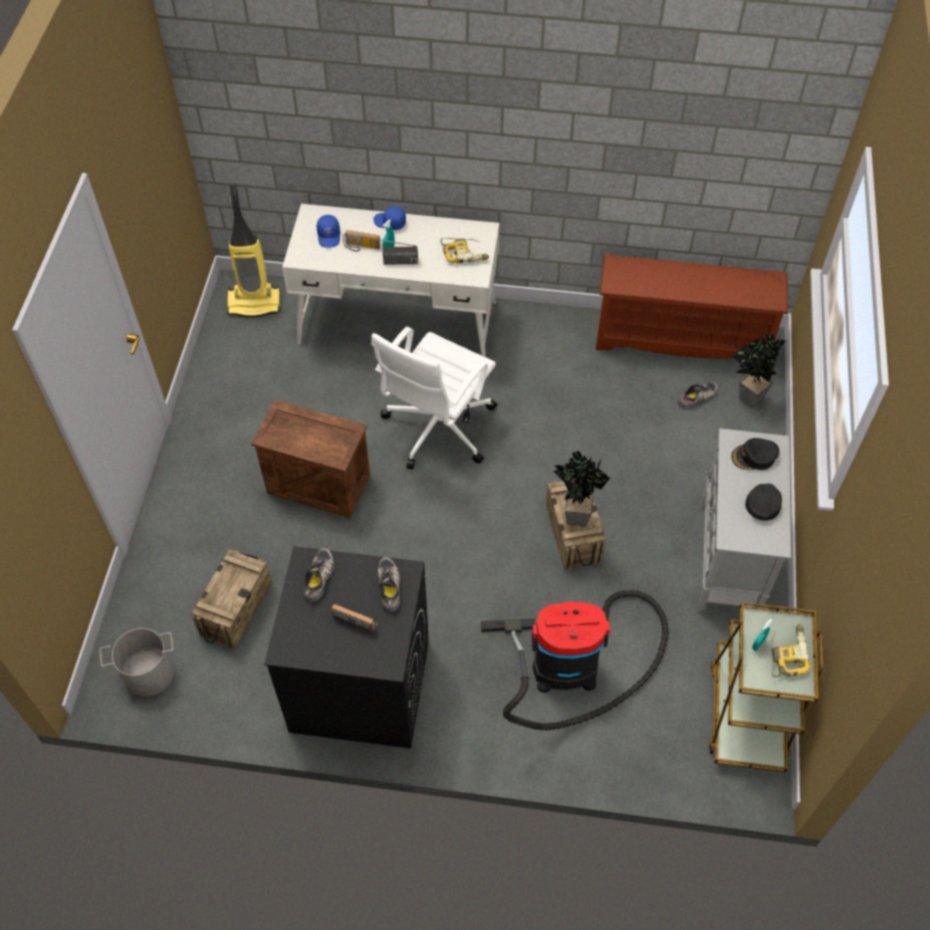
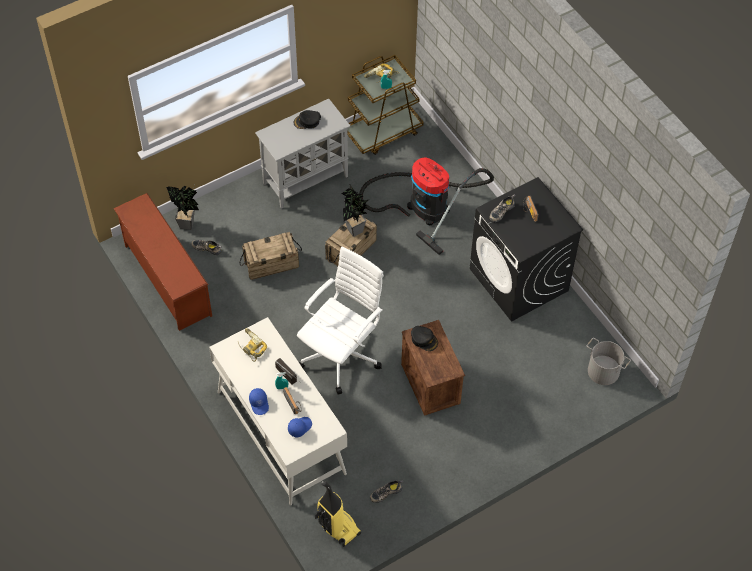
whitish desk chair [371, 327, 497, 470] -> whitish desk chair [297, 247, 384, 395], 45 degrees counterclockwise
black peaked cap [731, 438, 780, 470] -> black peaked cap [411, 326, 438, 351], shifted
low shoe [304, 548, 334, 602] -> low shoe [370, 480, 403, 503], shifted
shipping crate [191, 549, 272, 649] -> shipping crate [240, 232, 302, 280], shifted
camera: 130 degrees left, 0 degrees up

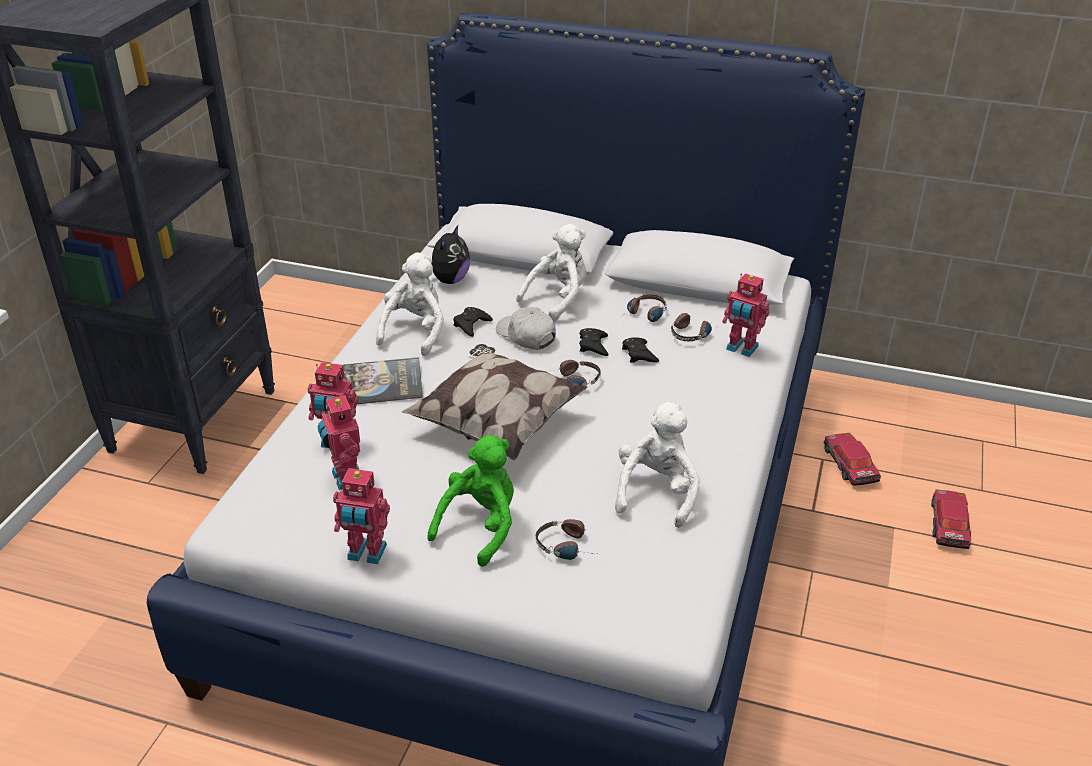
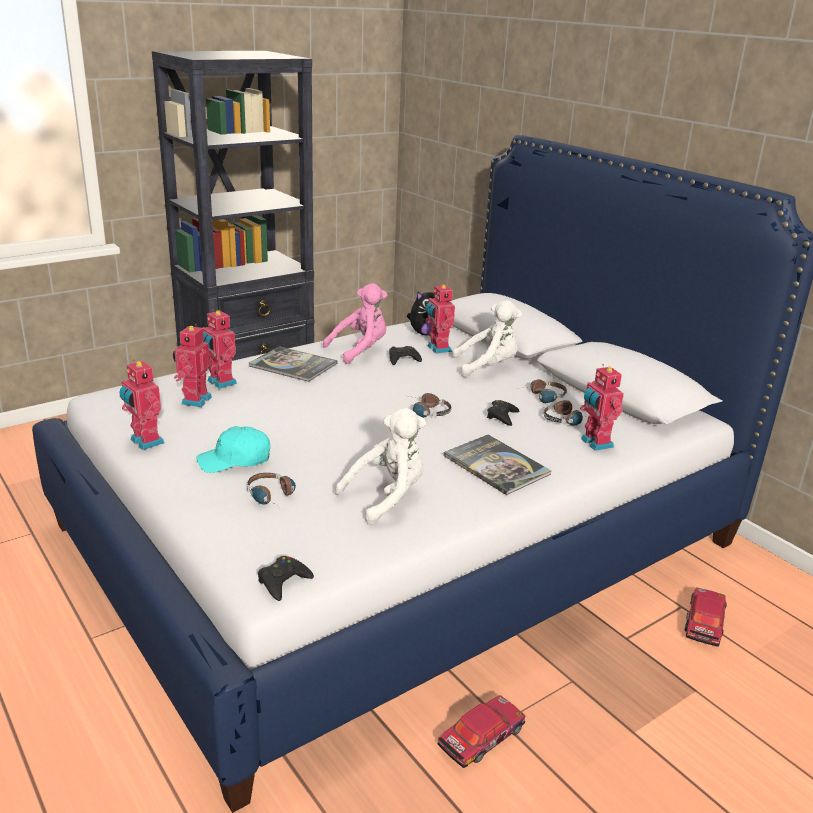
whitish cuddly toy [376, 252, 444, 356] -> pinkish cuddly toy [323, 283, 387, 364]
whitish peaked cap [496, 307, 556, 350] -> none
black joypad [579, 328, 609, 356] -> black joypad [258, 556, 314, 601], shifted
pillow [402, 344, 588, 460] -> none
greenish cuddly toy [427, 435, 514, 567] -> blue-green peaked cap [197, 426, 270, 473]
model car [931, 489, 971, 549] -> model car [438, 695, 526, 768], shifted
none -> robot figure [425, 283, 455, 354]
none -> book [443, 435, 552, 495]
camera: 35 degrees right, 10 degrees down

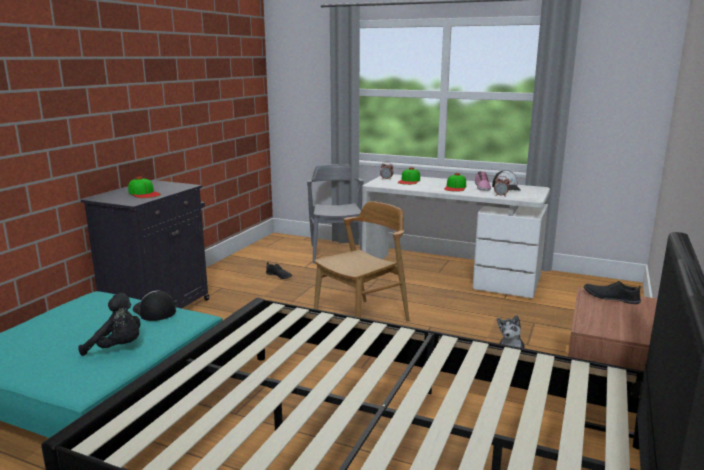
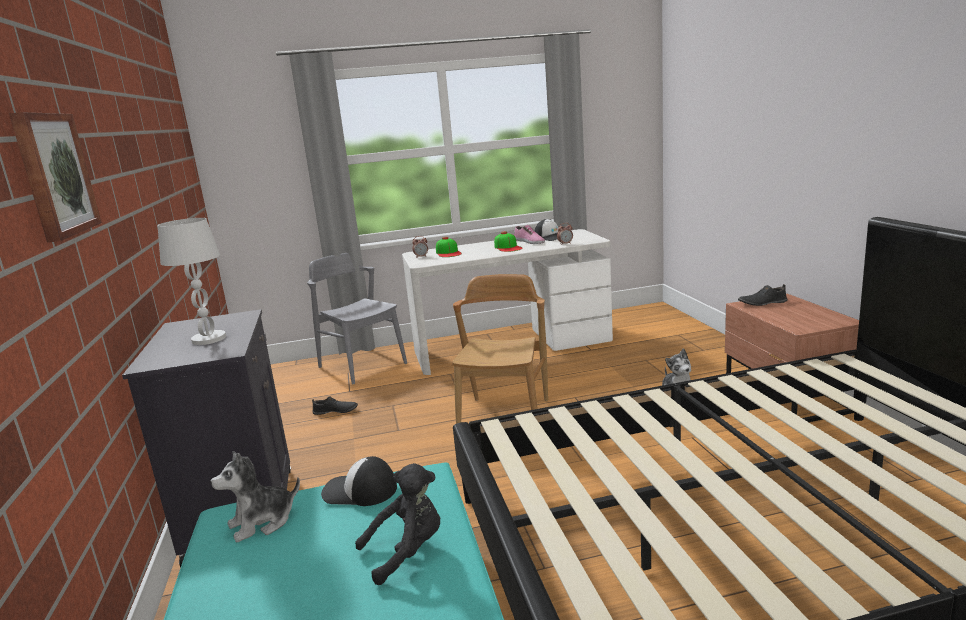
peaked cap [128, 177, 161, 198] -> whitish lamp for a table [158, 218, 226, 345]
none -> wall picture [9, 112, 102, 243]
none -> cuddly toy [210, 451, 300, 542]
camera: 35 degrees left, 0 degrees up

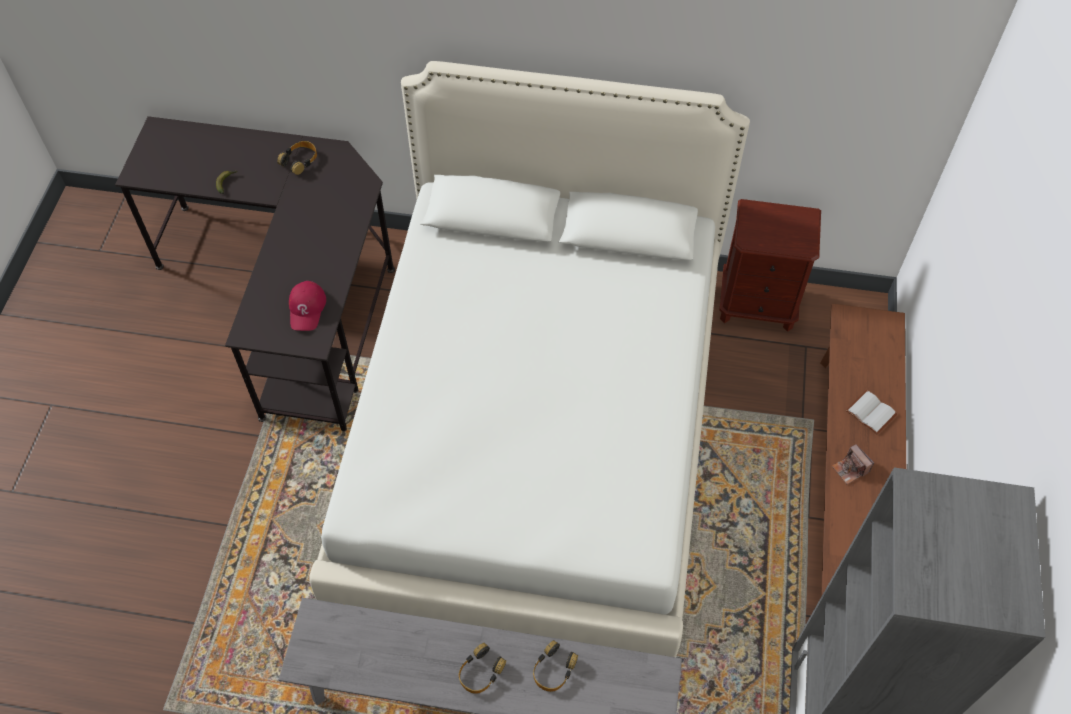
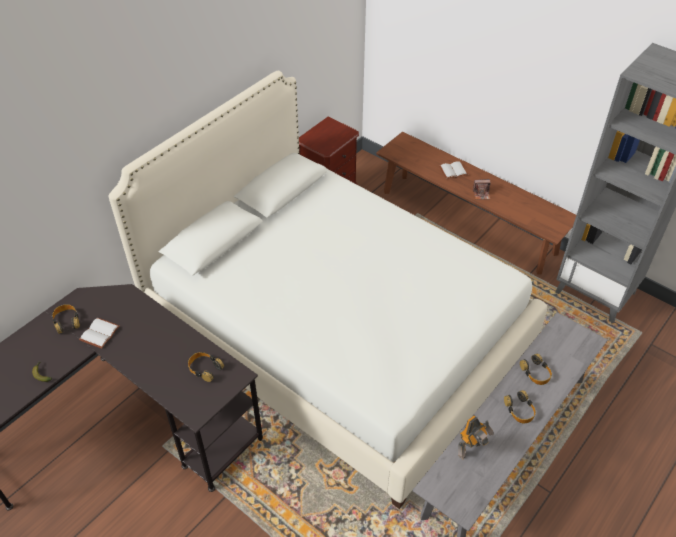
reddish peaked cap [289, 281, 326, 331] -> pair of headphones [188, 352, 224, 382]
none -> whitish book [79, 318, 120, 349]
none -> robot figure [458, 416, 494, 459]
camera: 60 degrees left, 10 degrees down

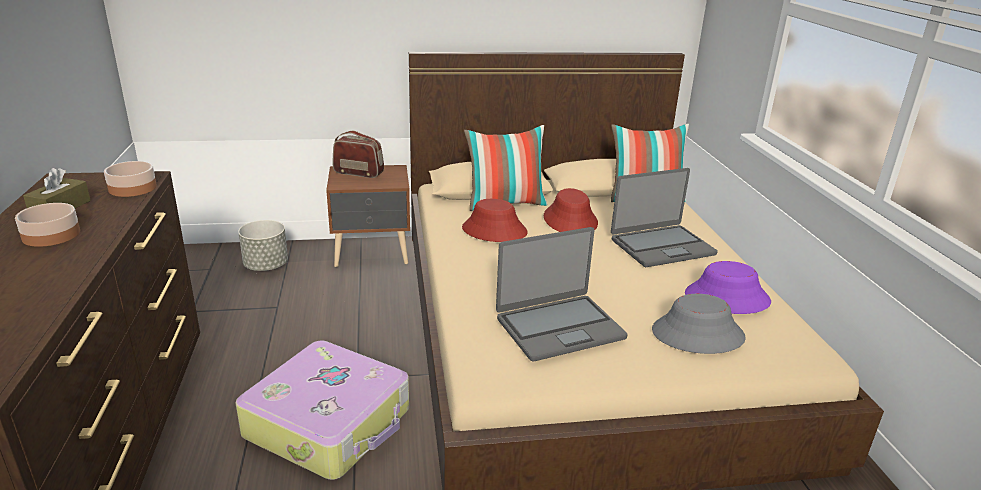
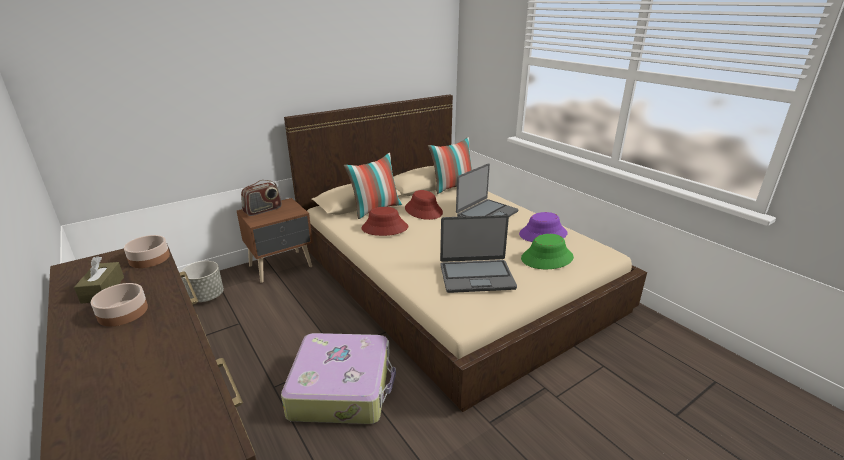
radio [333, 131, 384, 178] -> radio [241, 180, 282, 216], 150 degrees clockwise
notebook computer [496, 227, 627, 361] -> notebook computer [440, 215, 517, 293], 45 degrees clockwise
grey clothing hat [652, 294, 746, 354] -> greenish clothing hat [521, 234, 574, 269]
camera: 25 degrees left, 0 degrees up

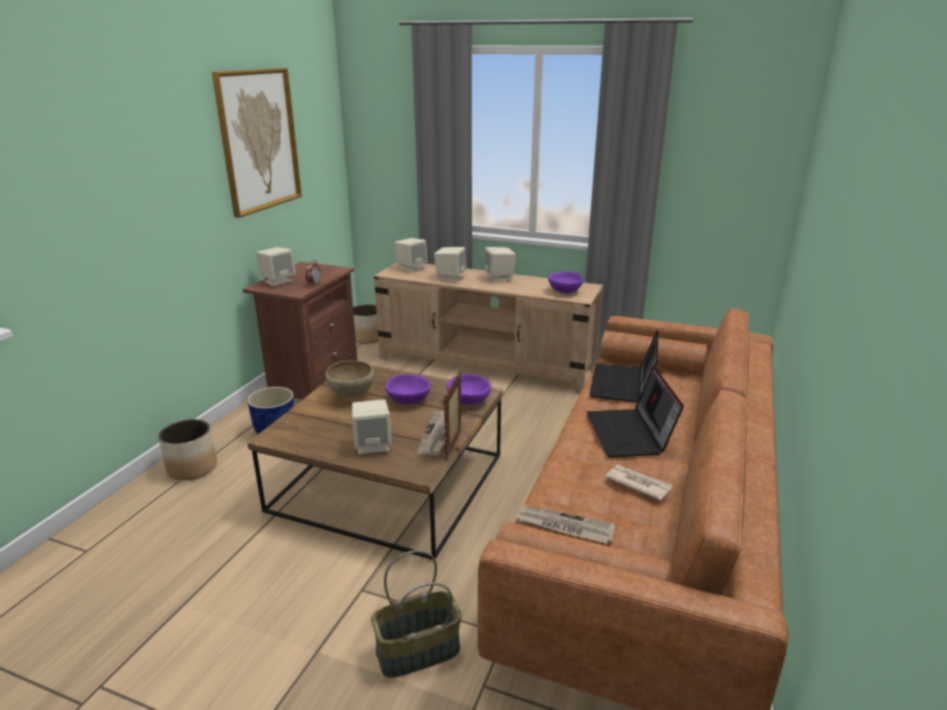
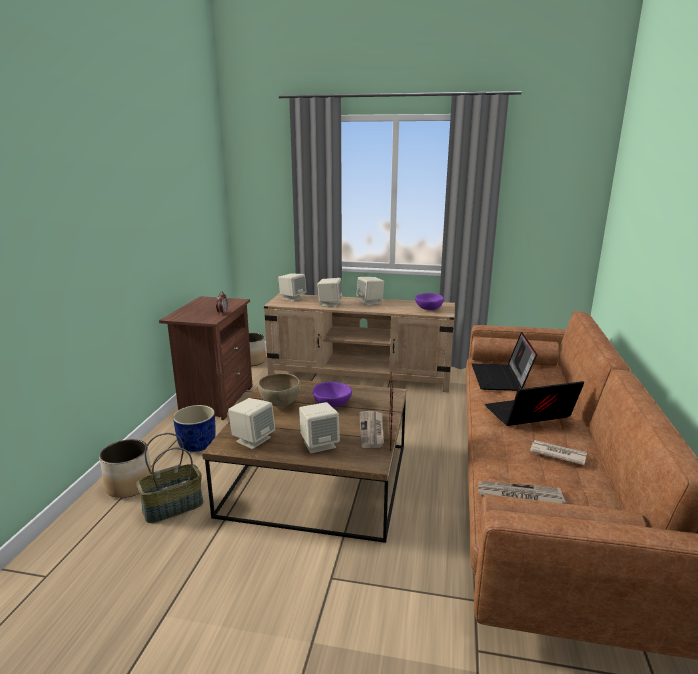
wall picture [212, 68, 302, 218] -> none
beige-coloured speaker [256, 247, 296, 286] -> beige-coloured speaker [228, 398, 275, 449], shifted
notebook computer [587, 366, 684, 457] -> notebook computer [485, 381, 584, 426], 90 degrees clockwise
purplish deep dish [447, 374, 491, 405] -> none
household basket [371, 550, 462, 678] -> household basket [136, 433, 203, 523], shifted
camera: 10 degrees left, 5 degrees down

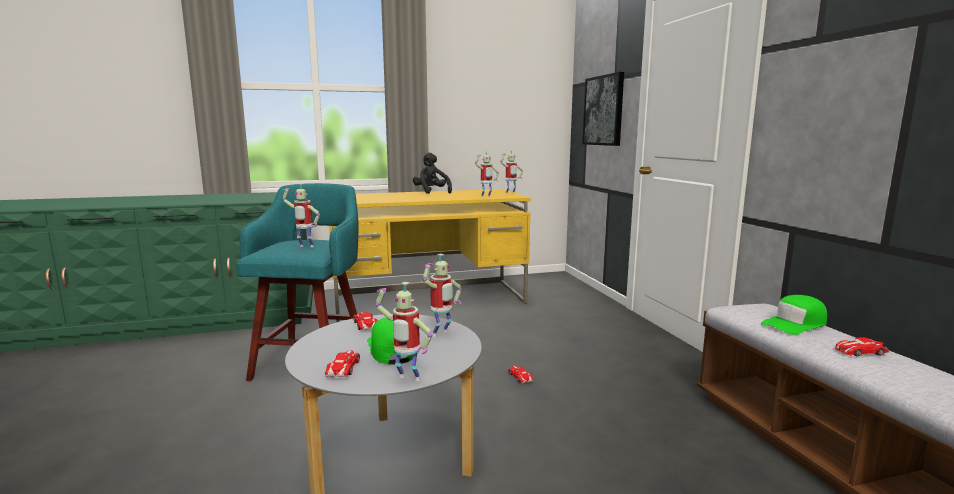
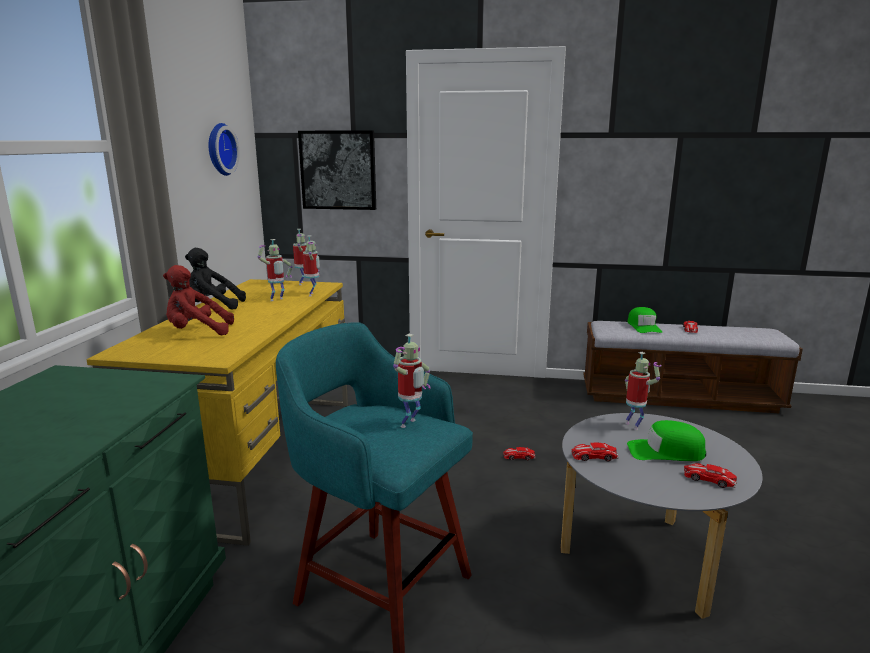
robot figure [375, 282, 432, 381] -> robot figure [258, 239, 292, 301], shifted
none -> wall clock [209, 123, 240, 176]
none -> reddish cuddly toy [163, 265, 234, 335]
camera: 65 degrees left, 5 degrees up

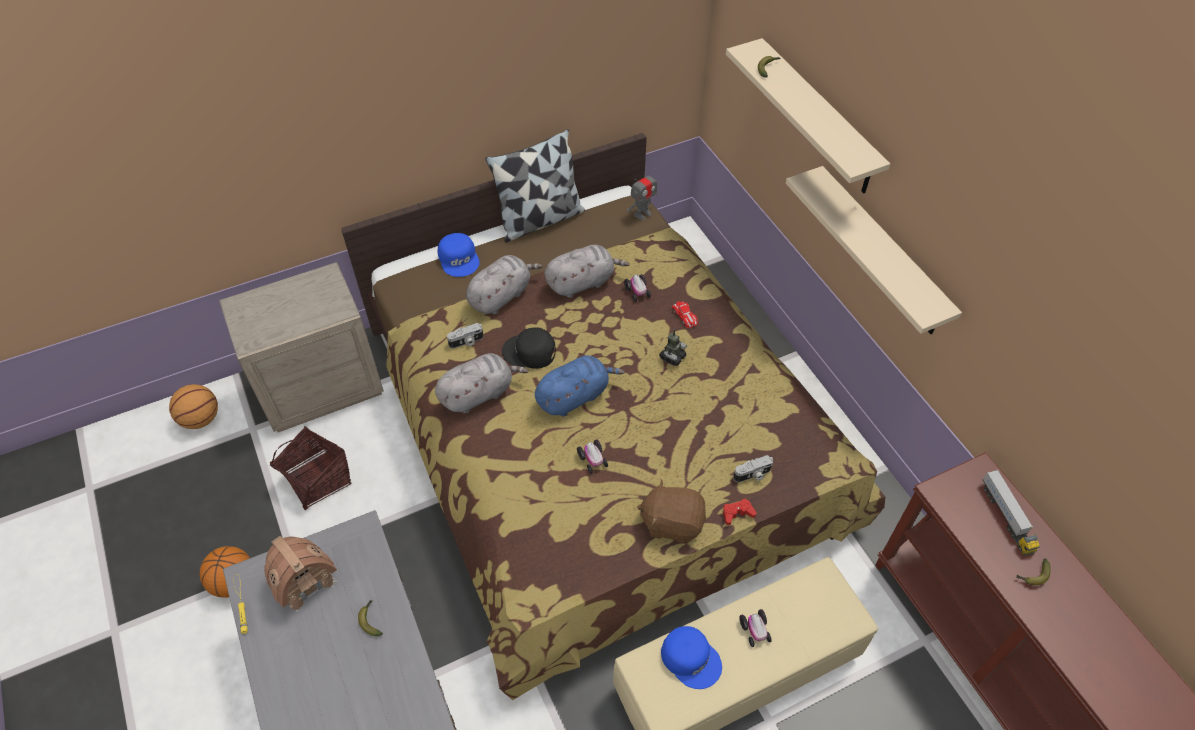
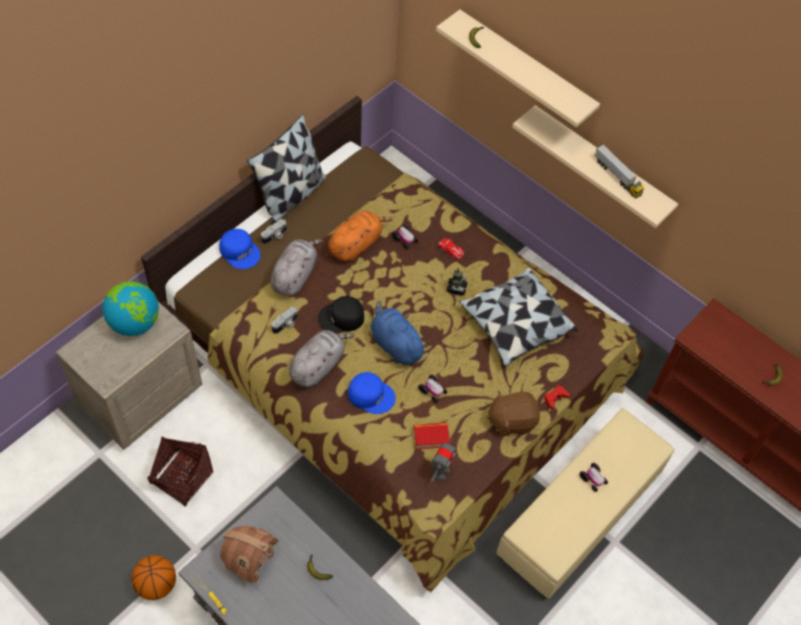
robot figure [627, 169, 658, 220] -> robot figure [431, 438, 456, 482], shifted
grey cuddly toy [545, 245, 630, 298] -> orange cuddly toy [328, 210, 393, 261]
blue cuddly toy [535, 355, 625, 416] -> blue cuddly toy [371, 301, 429, 365], 75 degrees counterclockwise
ball for basketball [169, 384, 218, 429] -> none
still camera [734, 455, 773, 482] -> still camera [261, 219, 287, 244], shifted
toy lorry [982, 470, 1040, 556] -> toy lorry [595, 144, 644, 199], shifted
blue peaked cap [661, 626, 722, 689] -> blue peaked cap [348, 372, 396, 414], shifted
none -> pillow [459, 267, 578, 367]
none -> desk globe [103, 281, 159, 336]
none -> book [414, 423, 450, 450]
camera: 25 degrees left, 5 degrees up

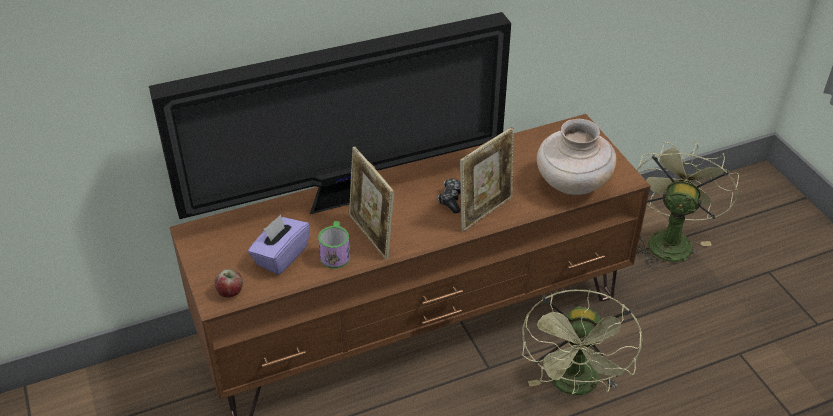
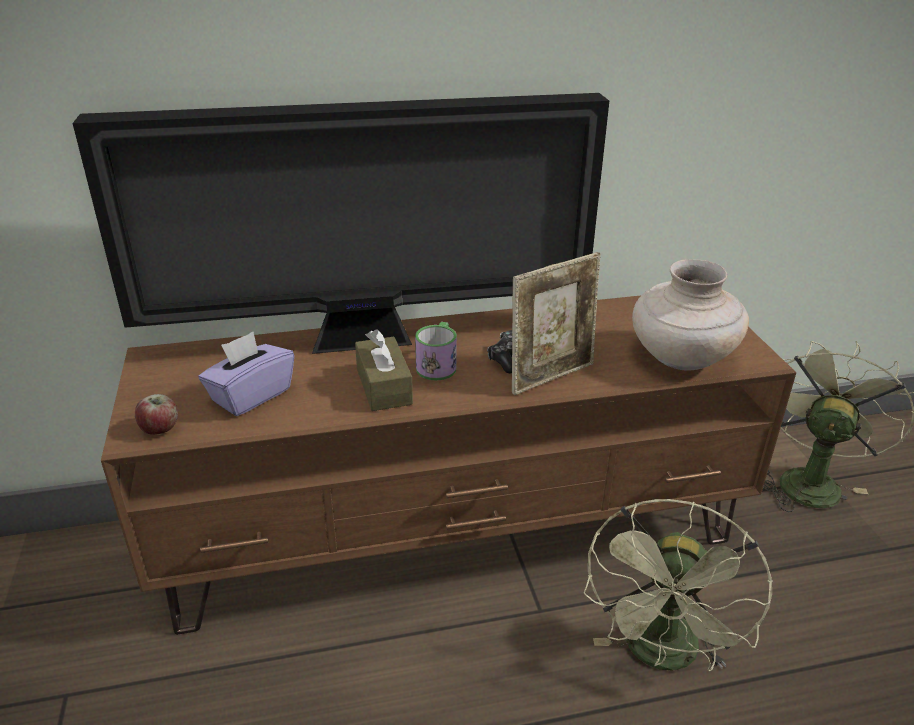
standing frame [349, 147, 395, 260] -> brown-coloured tissue box [355, 329, 413, 411]
coffee mug [318, 221, 350, 269] -> coffee mug [415, 322, 457, 380], shifted
camera: 10 degrees right, 10 degrees down

